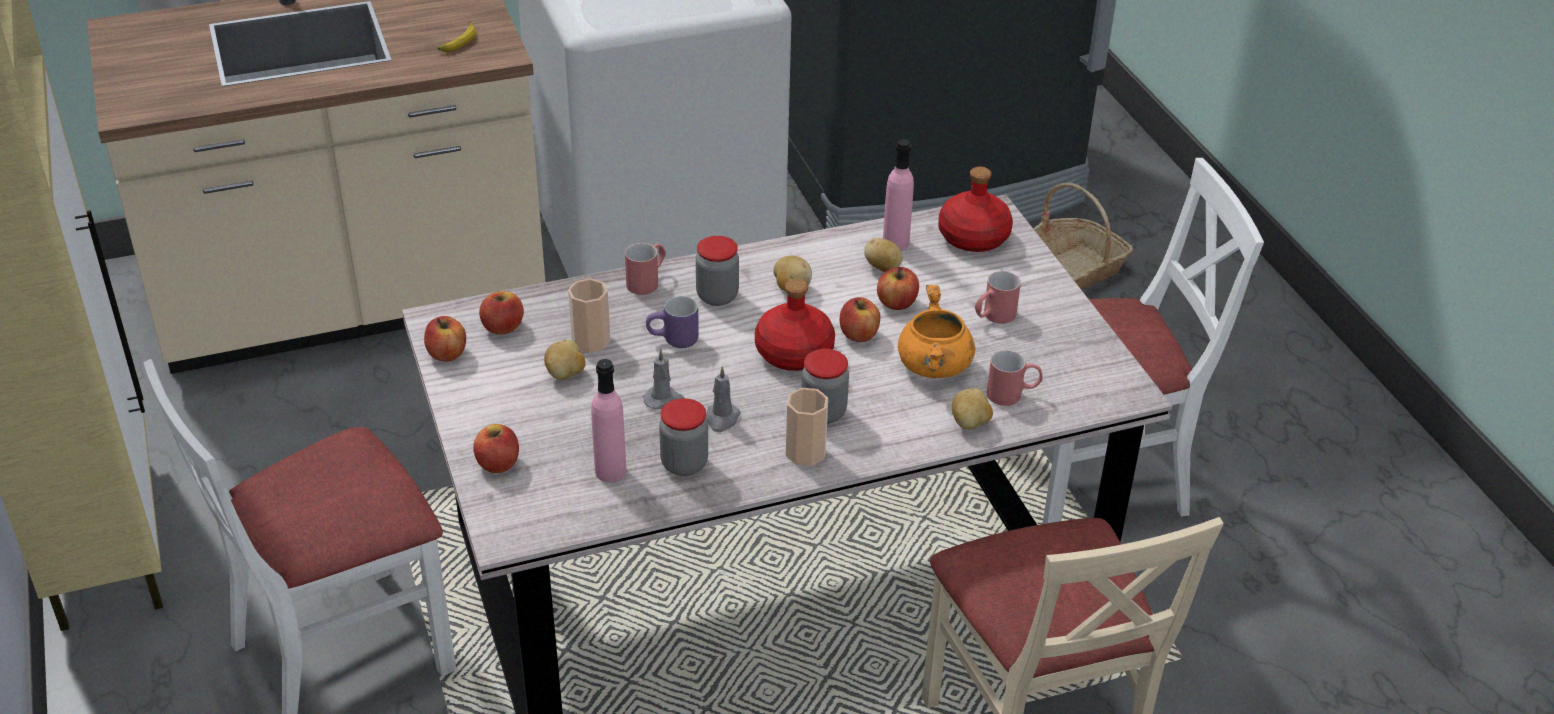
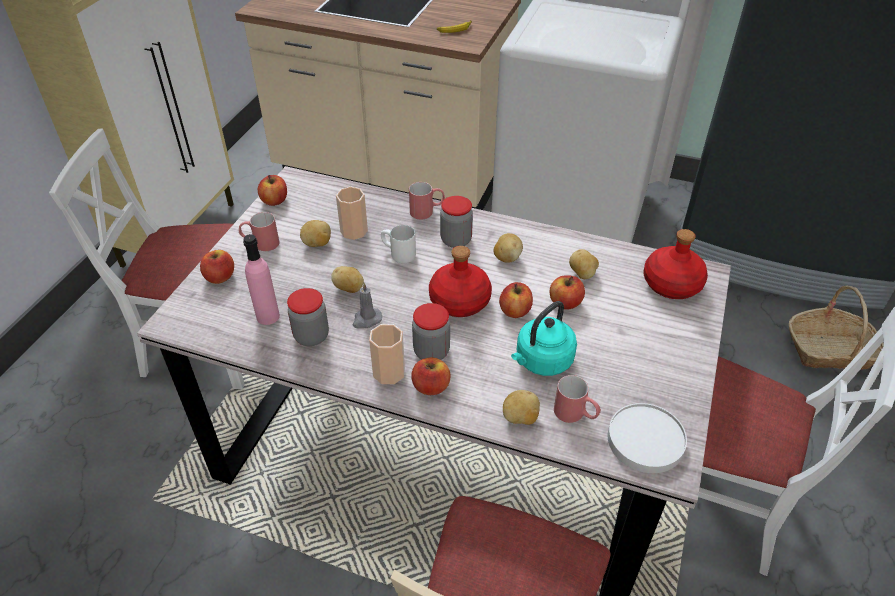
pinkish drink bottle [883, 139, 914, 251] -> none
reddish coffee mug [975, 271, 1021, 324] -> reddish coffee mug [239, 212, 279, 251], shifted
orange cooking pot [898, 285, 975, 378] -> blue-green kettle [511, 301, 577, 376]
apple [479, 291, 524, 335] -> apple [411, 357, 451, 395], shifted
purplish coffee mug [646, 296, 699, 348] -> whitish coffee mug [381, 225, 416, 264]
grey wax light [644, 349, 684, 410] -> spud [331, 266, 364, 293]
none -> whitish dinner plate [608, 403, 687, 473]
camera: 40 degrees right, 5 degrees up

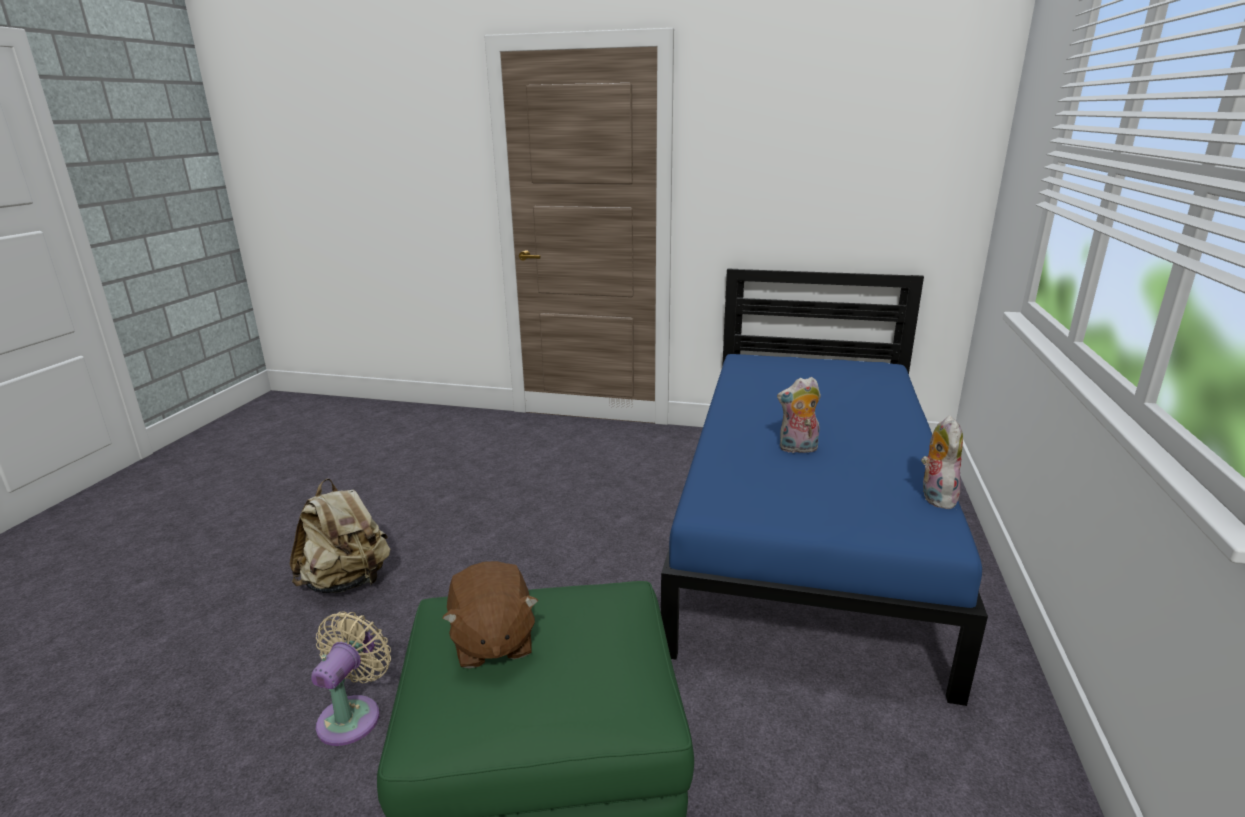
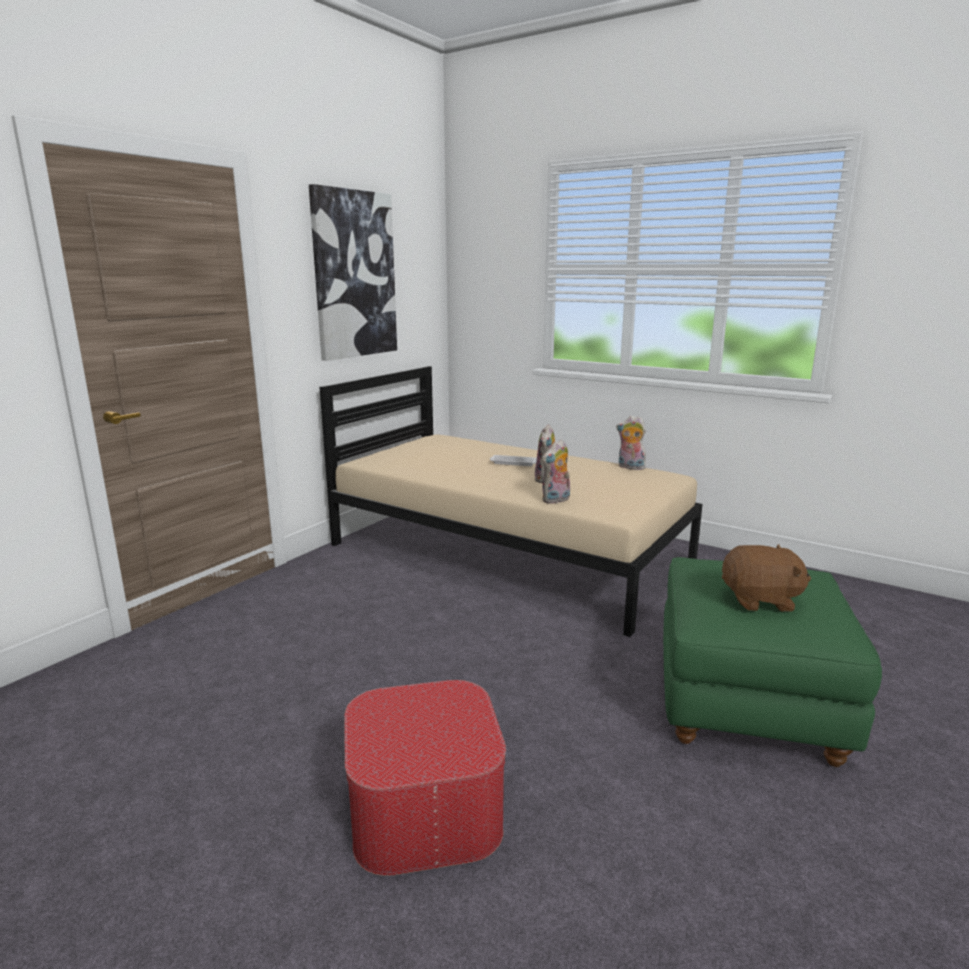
blue sleeping bed [661, 268, 988, 706] -> beige-coloured sleeping bed [319, 366, 703, 637]
beige-coloured backpack [290, 479, 390, 593] -> ottoman [345, 680, 506, 876]
beige-coloured cooling fan [311, 611, 391, 746] -> none
none -> wall picture [309, 184, 397, 361]
none -> cuddly toy [542, 440, 570, 504]
none -> whitish carrying tray [490, 455, 537, 466]
camera: 70 degrees left, 5 degrees down

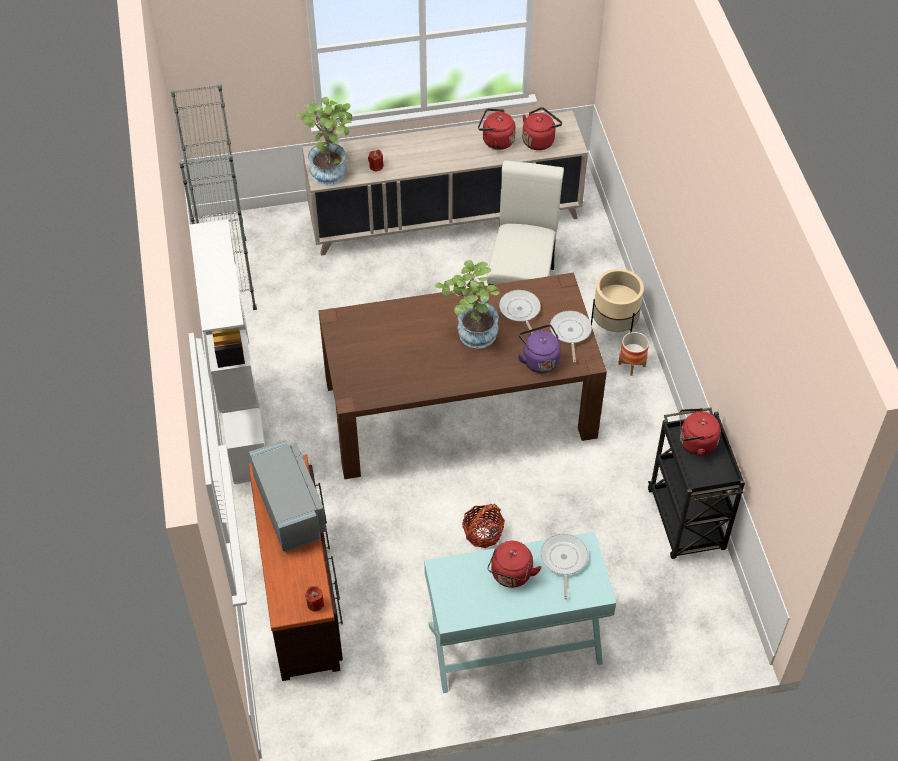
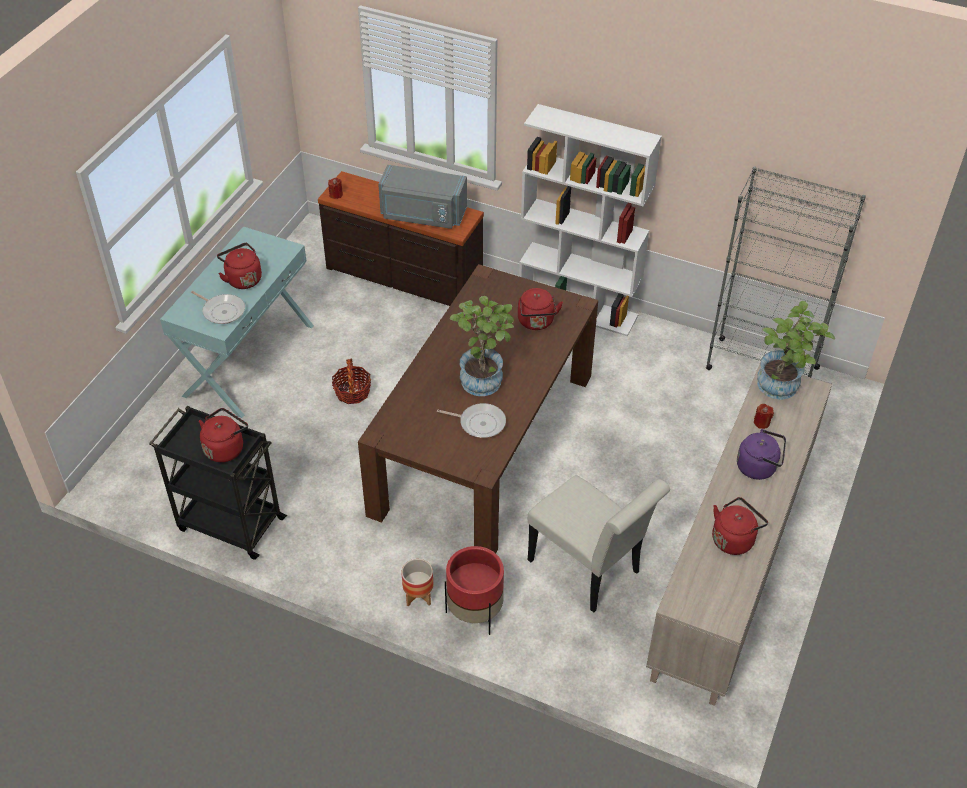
reddish kettle [522, 107, 562, 150] -> reddish kettle [518, 288, 563, 330], shifted
beige-coloured planter [591, 269, 644, 333] -> reddish planter [445, 546, 504, 635]
pan [550, 311, 592, 363] -> none
purplish kettle [517, 325, 561, 373] -> purplish kettle [737, 429, 786, 480], shifted
camera: 125 degrees right, 5 degrees down

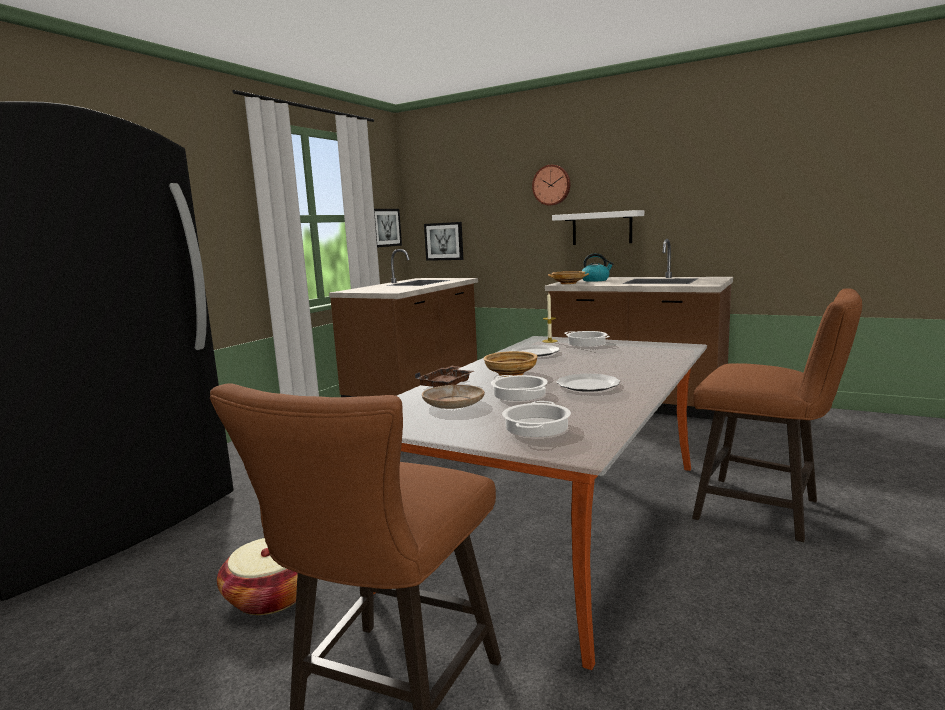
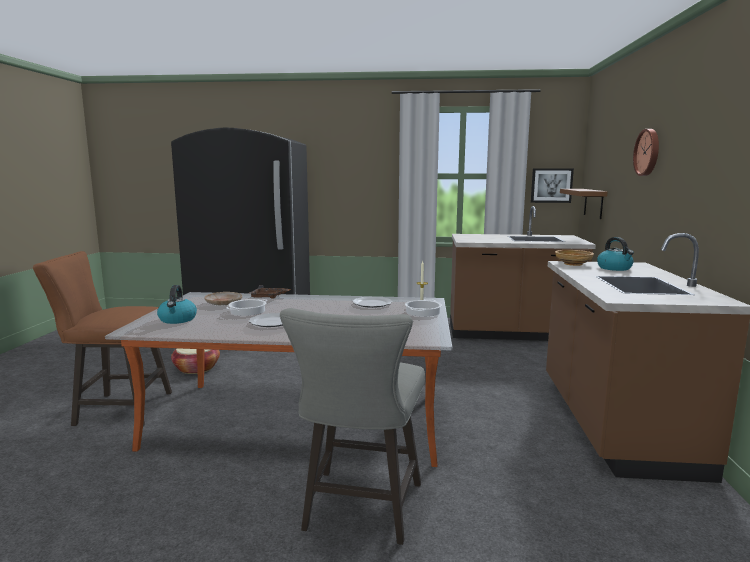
whitish bracket shelf [552, 210, 644, 245] -> none
wall picture [424, 222, 463, 261] -> brown-coloured bracket shelf [560, 189, 607, 219]
brown-coloured stool [692, 288, 862, 542] -> grey stool [280, 308, 425, 545]
beige-coloured deep dish [483, 351, 538, 377] -> none
cooking pot [502, 401, 571, 437] -> kettle [157, 285, 197, 324]
camera: 65 degrees right, 0 degrees up

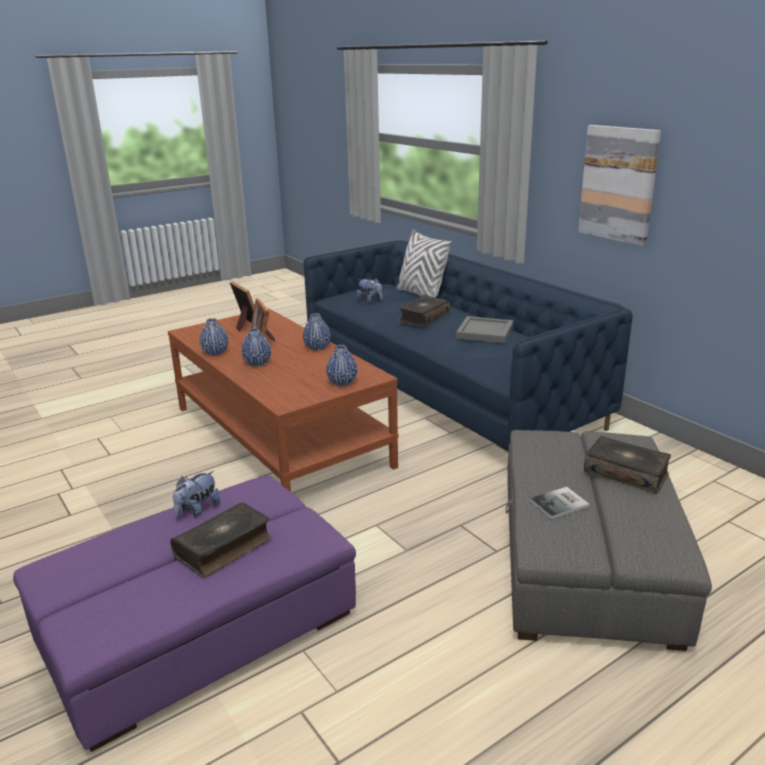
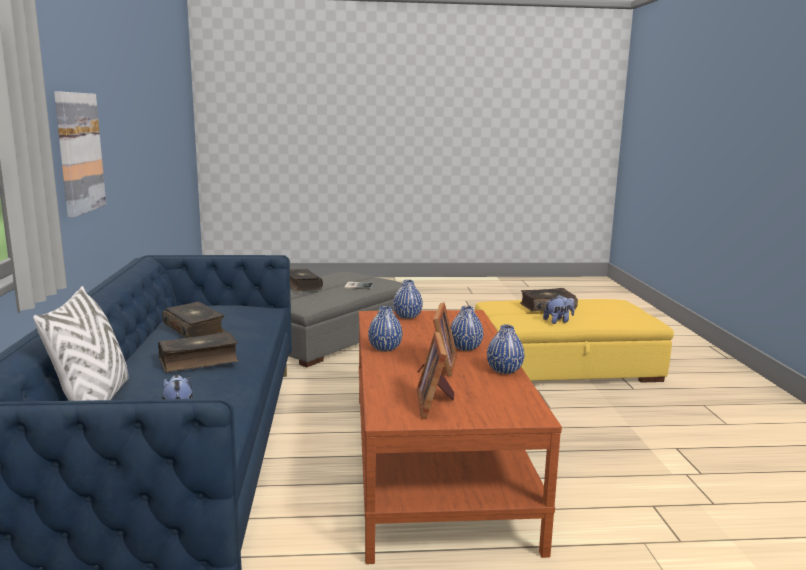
grey carrying tray [456, 316, 513, 343] -> book [162, 302, 226, 338]
purplish ottoman [13, 475, 356, 752] -> yellow-coloured ottoman [475, 299, 674, 383]
camera: 150 degrees left, 10 degrees down

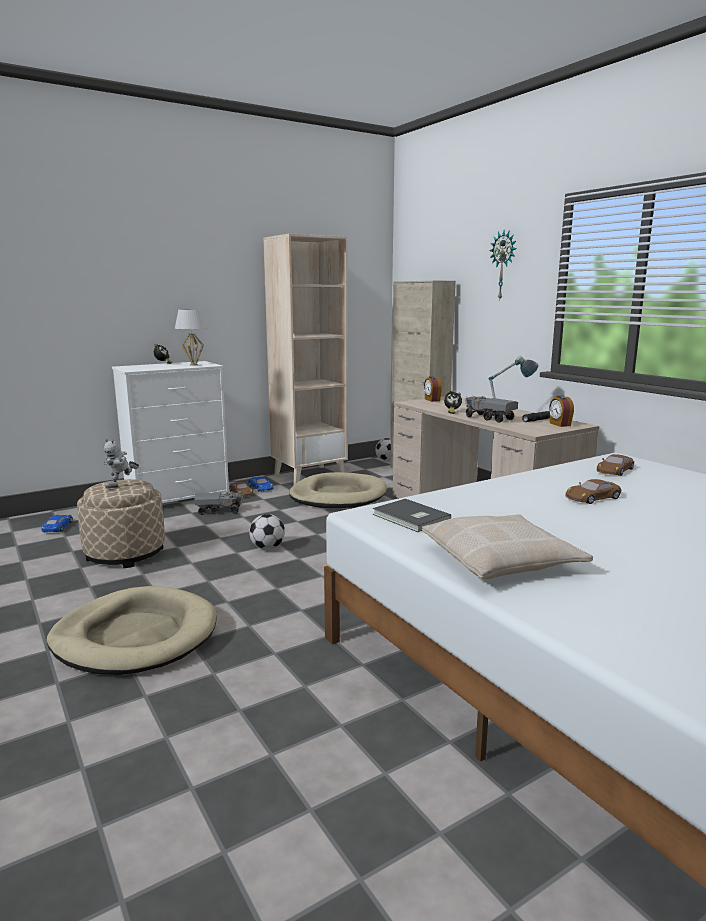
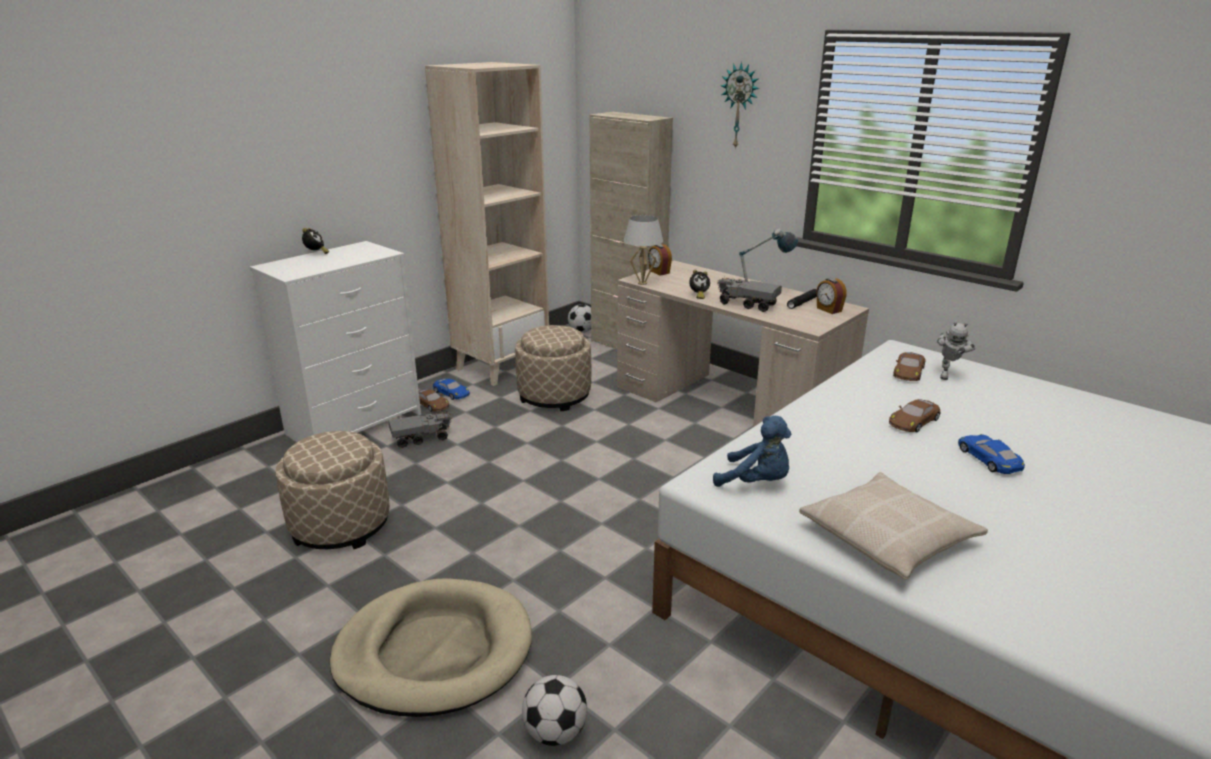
whitish lamp for a table [175, 309, 208, 366] -> whitish lamp for a table [624, 215, 663, 285], shifted
robot figure [104, 439, 139, 488] -> robot figure [937, 322, 975, 380], shifted
beige-coloured dog bed [289, 472, 387, 508] -> beige-coloured ottoman [515, 325, 591, 411]
grey book [373, 499, 451, 532] -> blue cuddly toy [713, 416, 791, 487]
ball for football [249, 514, 285, 550] -> ball for football [522, 675, 587, 746], shifted
blue model car [41, 515, 73, 532] -> blue model car [958, 434, 1025, 474], shifted
camera: 15 degrees left, 10 degrees up

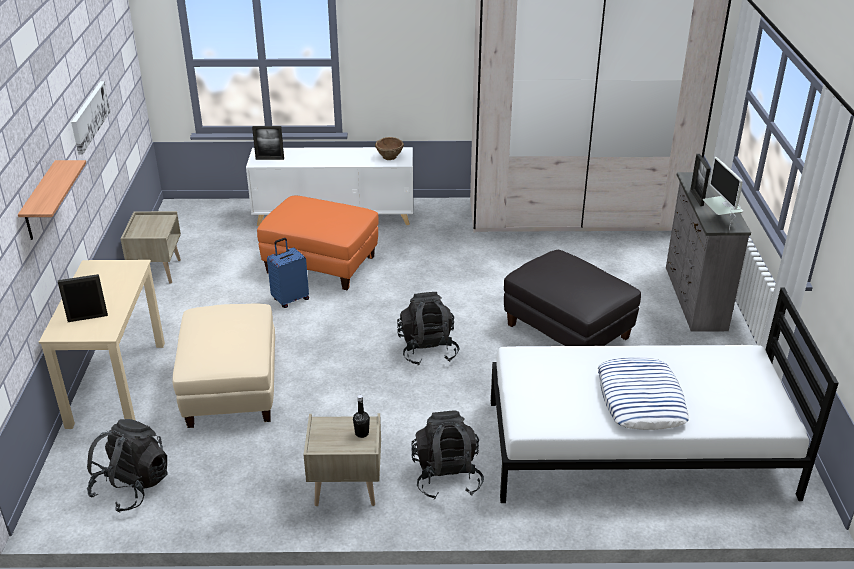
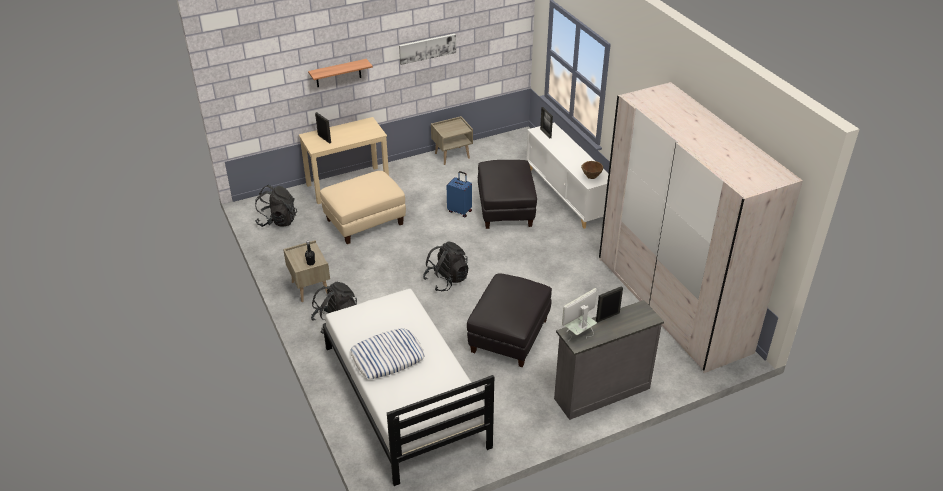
orange ottoman [257, 196, 379, 290] -> black ottoman [478, 160, 537, 229]
camera: 65 degrees right, 5 degrees up

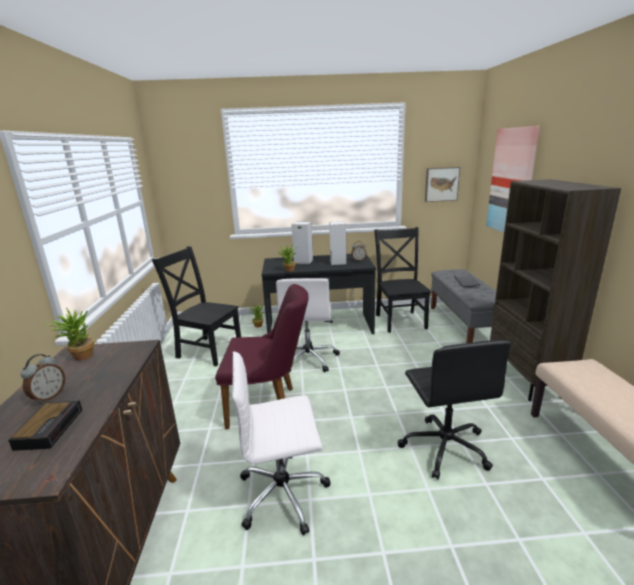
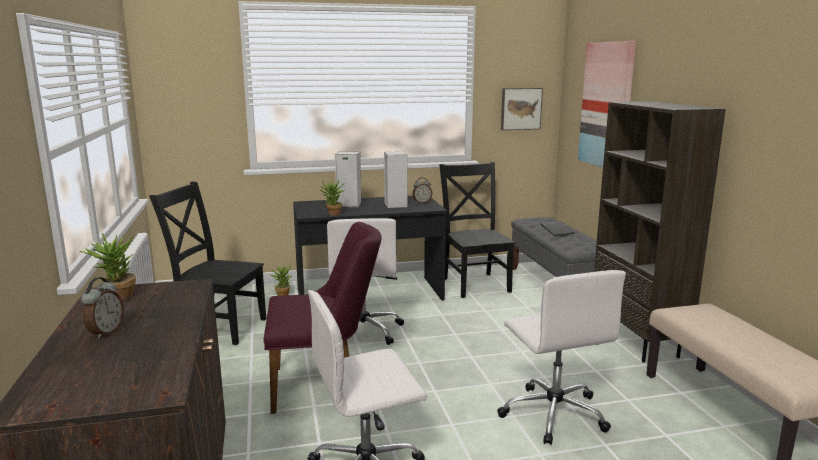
black desk chair [398, 340, 511, 479] -> whitish desk chair [497, 270, 626, 445]
alarm clock [8, 400, 82, 451] -> none
camera: 10 degrees left, 5 degrees down

